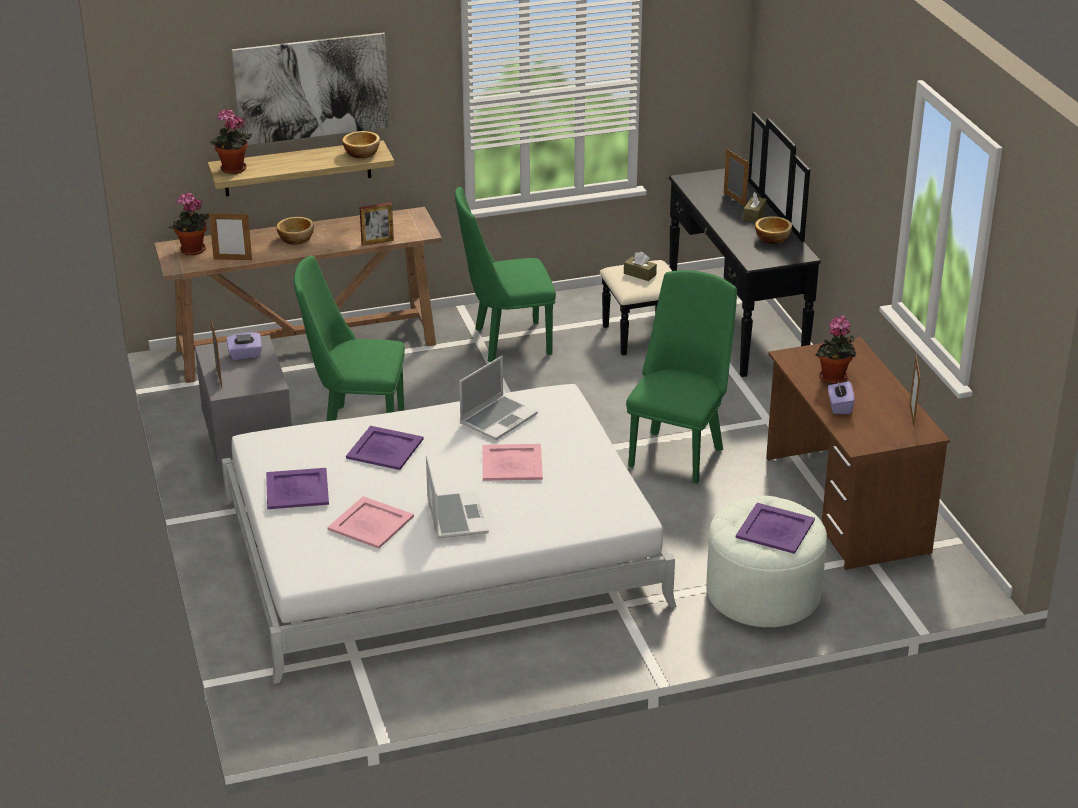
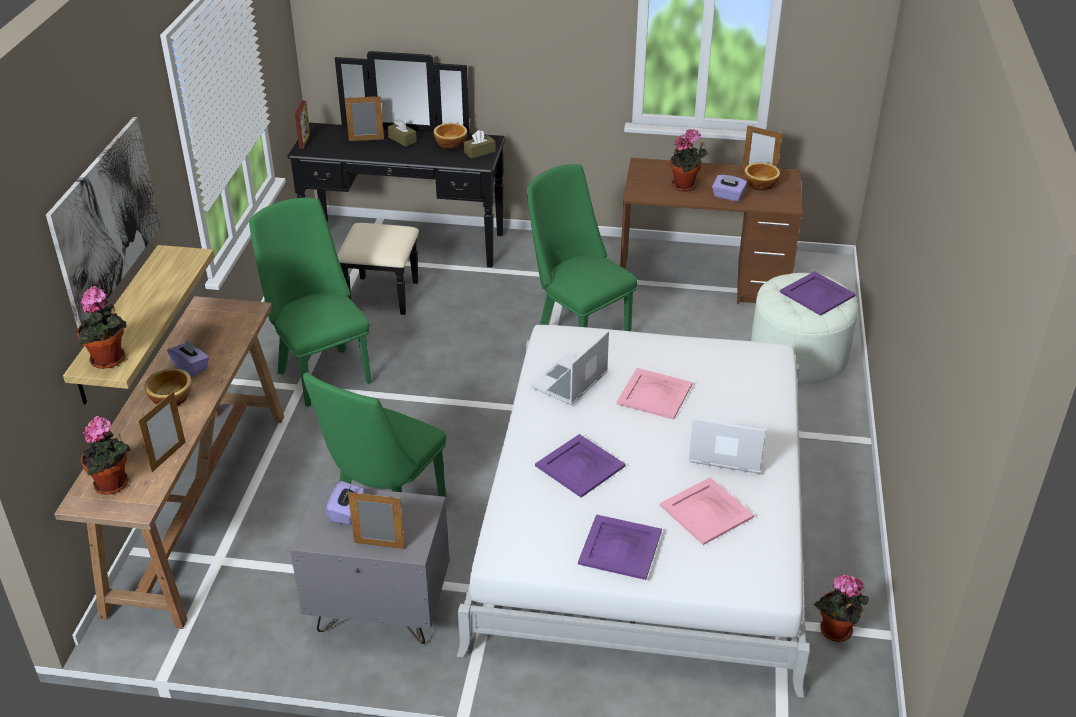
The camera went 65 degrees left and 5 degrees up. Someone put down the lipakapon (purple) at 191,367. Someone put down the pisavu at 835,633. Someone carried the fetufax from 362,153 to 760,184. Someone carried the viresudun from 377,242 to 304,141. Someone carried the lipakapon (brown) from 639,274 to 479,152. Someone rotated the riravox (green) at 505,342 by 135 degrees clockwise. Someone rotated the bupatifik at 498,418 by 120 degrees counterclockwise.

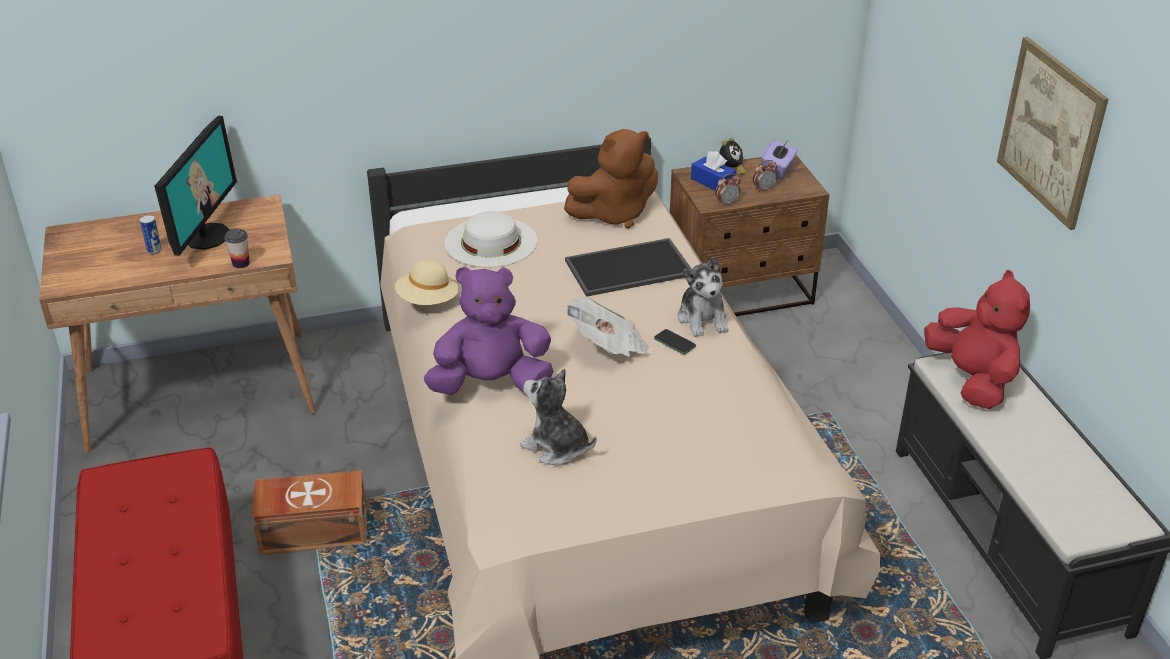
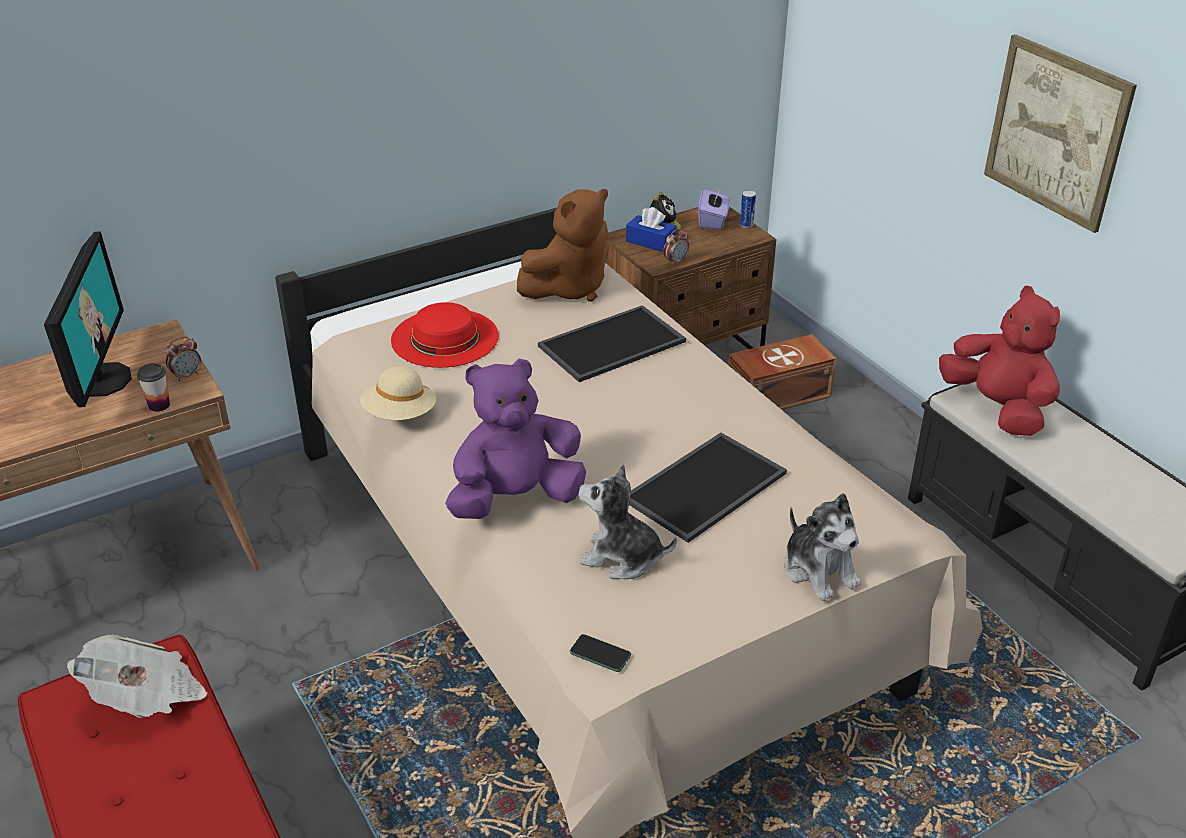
The camera went 15 degrees left and 0 degrees up. Someone put down the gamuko at 706,488. Someone carried the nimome from 154,250 to 746,225. Someone carried the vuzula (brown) from 312,530 to 776,394. Someone carried the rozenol from 608,347 to 146,697. Someone carried the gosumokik from 674,342 to 600,654. Someone carried the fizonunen from 702,319 to 819,571. Someone carried the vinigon from 764,189 to 187,375. Someone repainted the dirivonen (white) at 491,242, which became the dirivonen (red) at 444,338.

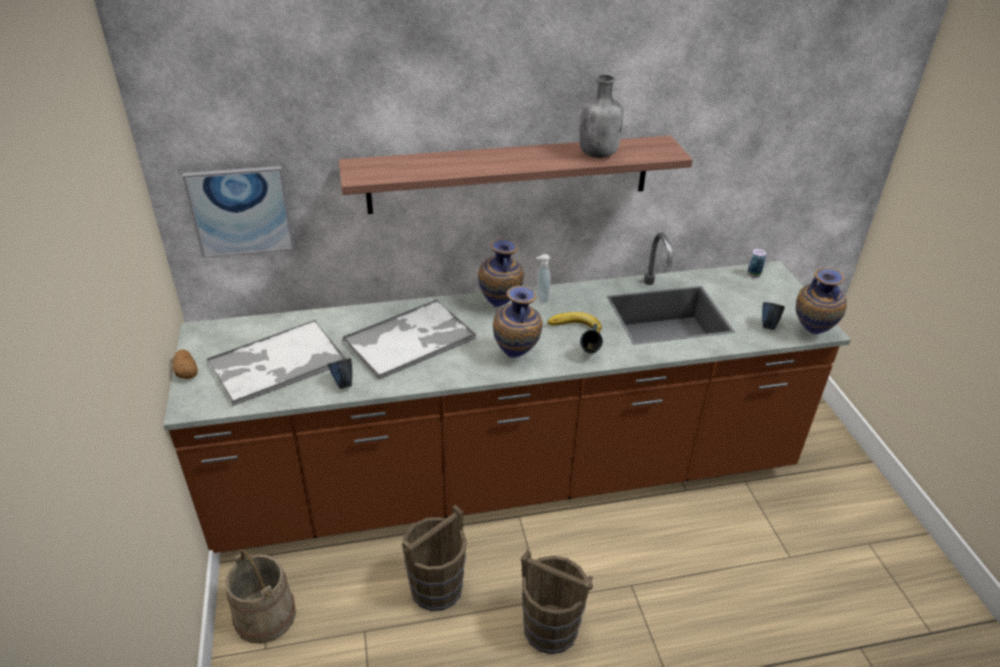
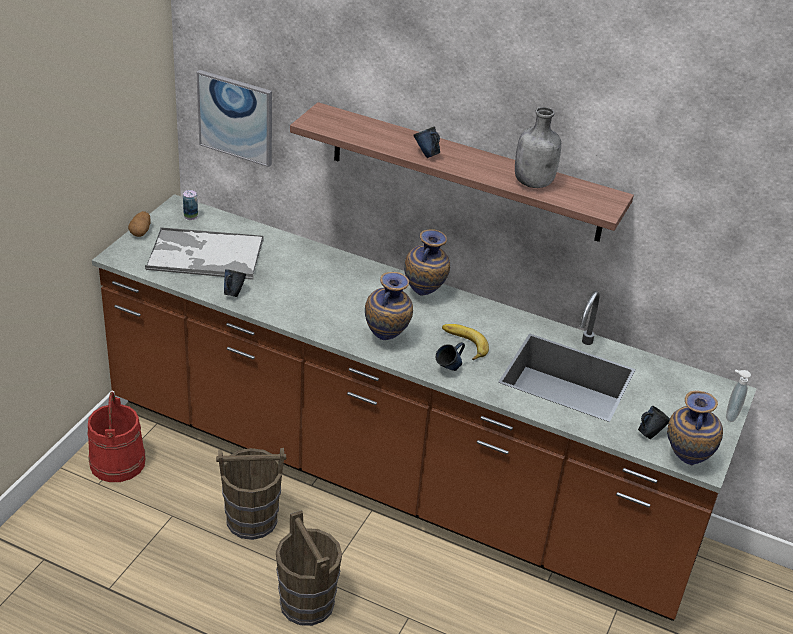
The camera went 35 degrees right and 0 degrees up. Someone took away the gamuko at 411,339. Someone put down the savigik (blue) at 426,155. Someone carried the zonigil from 541,298 to 730,415. Someone carried the nimome from 753,274 to 190,216. Someone repainted the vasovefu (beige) at 265,615, which became the vasovefu (red) at 118,462.

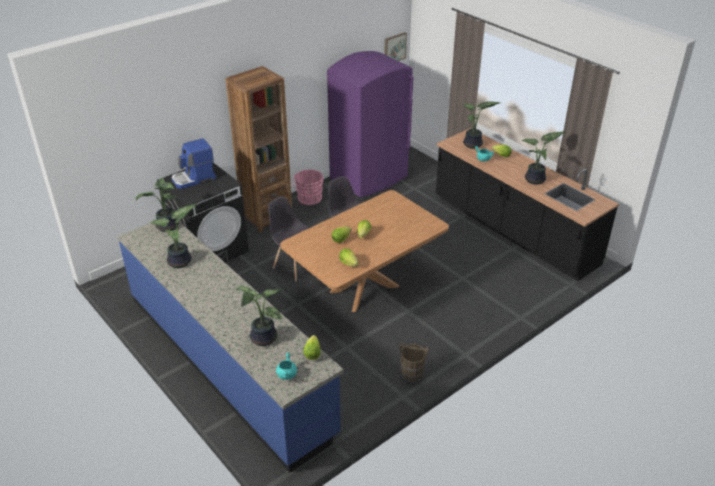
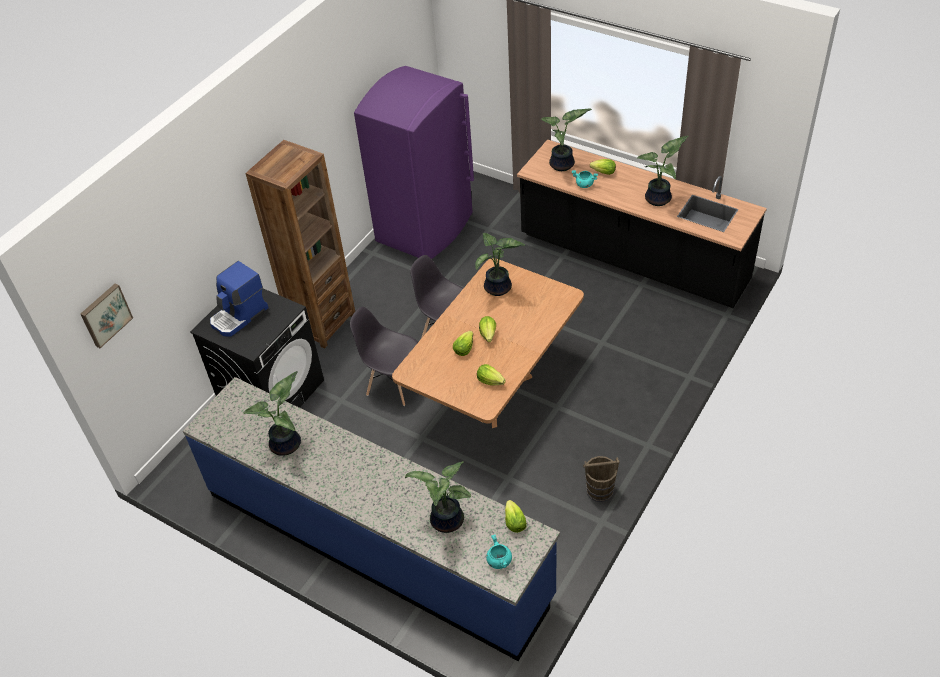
The camera went 15 degrees left and 10 degrees up. Someone took away the vasovefu (pink) at 309,199. Someone carried the pisavu from 167,227 to 498,289. Someone carried the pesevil from 394,48 to 105,315.

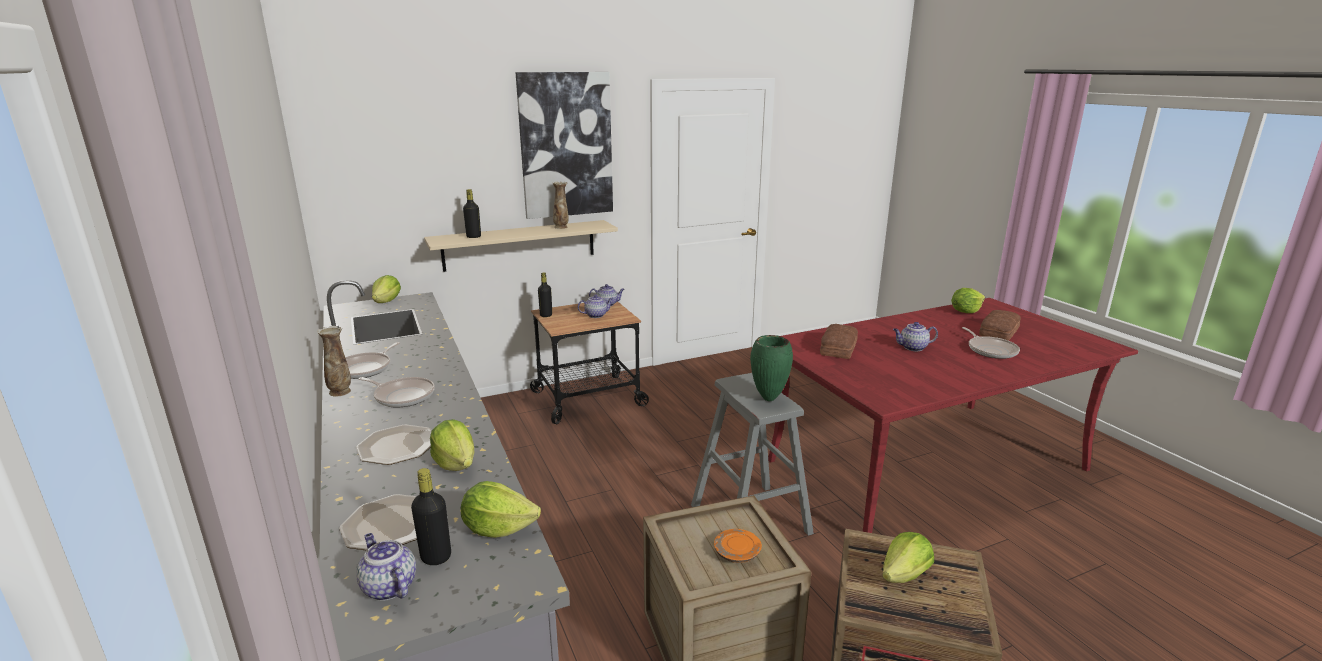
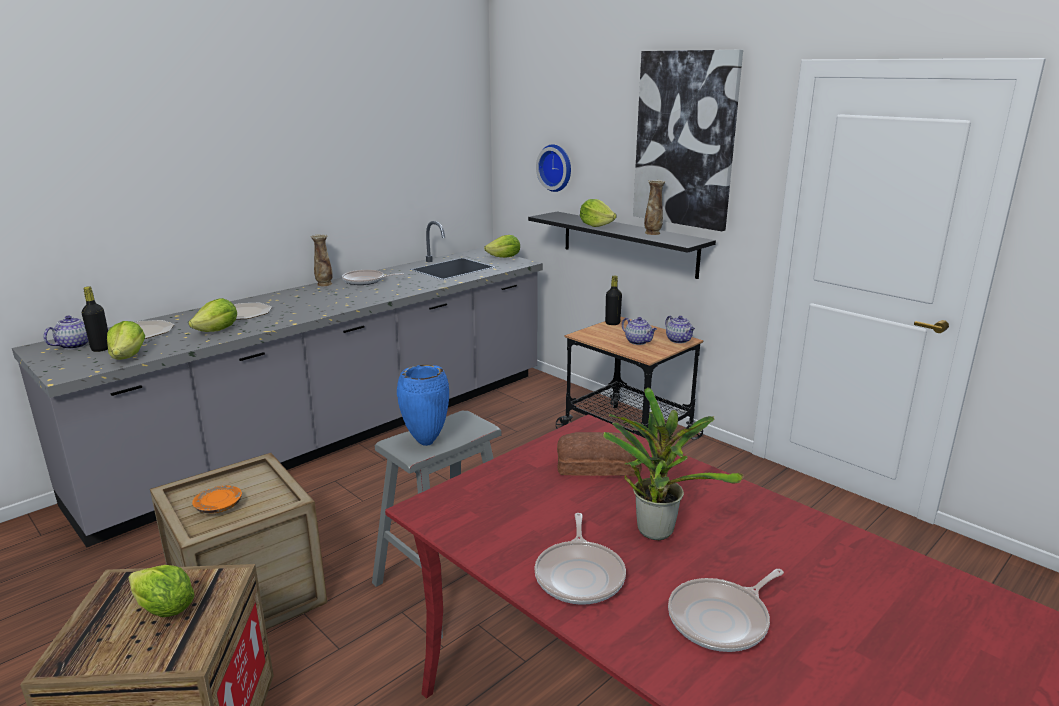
The camera went 70 degrees right and 0 degrees up. Someone took away the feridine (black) at 473,236. Someone took away the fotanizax at 1000,332. Someone put up the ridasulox at 556,167. Someone carried the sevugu from 402,396 to 580,575. Someone carried the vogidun from 965,311 to 596,225. Someone swapped the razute at 912,348 for the pisavu at 655,528. Someone repainted the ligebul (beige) at 520,245, which became the ligebul (black) at 628,243. Someone repainted the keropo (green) at 768,399, which became the keropo (blue) at 425,442.

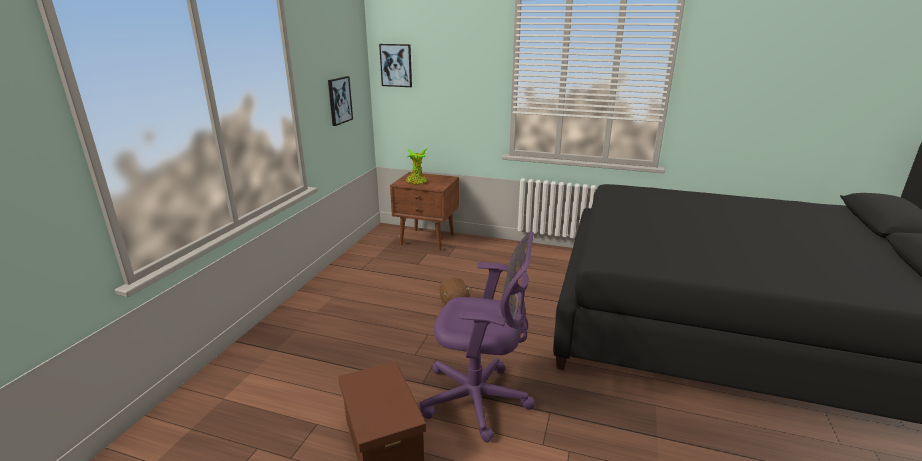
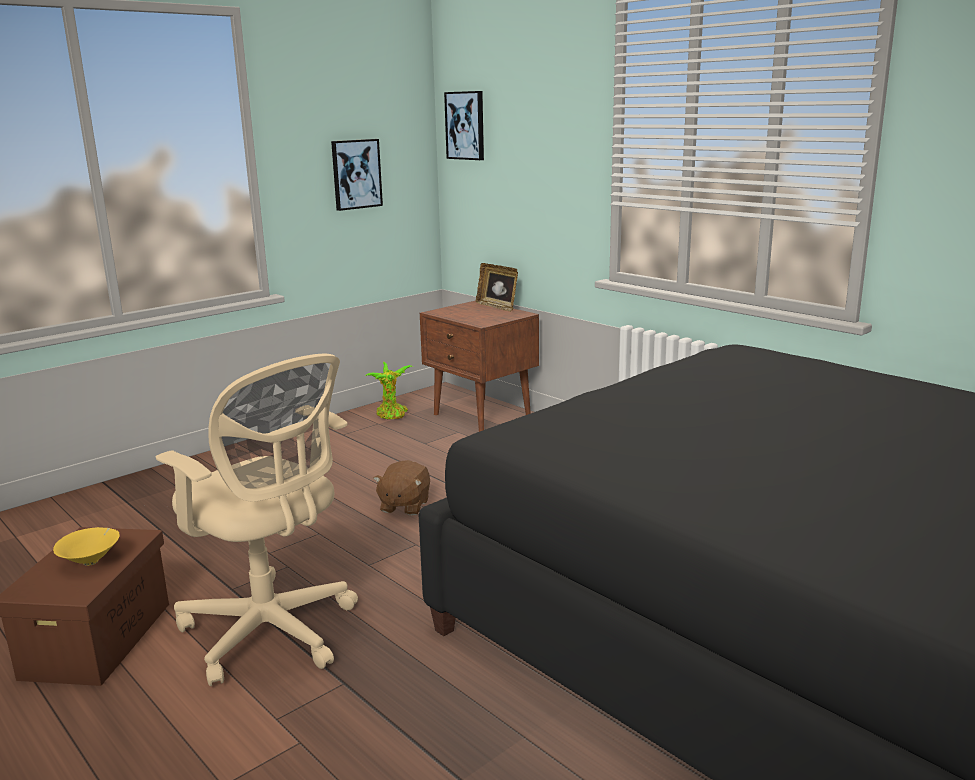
The camera went 30 degrees right and 5 degrees down. Someone put down the fetufax (yellow) at 92,561. Someone put down the viresudun at 497,307. Someone carried the pisavu from 417,182 to 392,415. Someone repainted the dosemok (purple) at 480,400, which became the dosemok (beige) at 273,633.

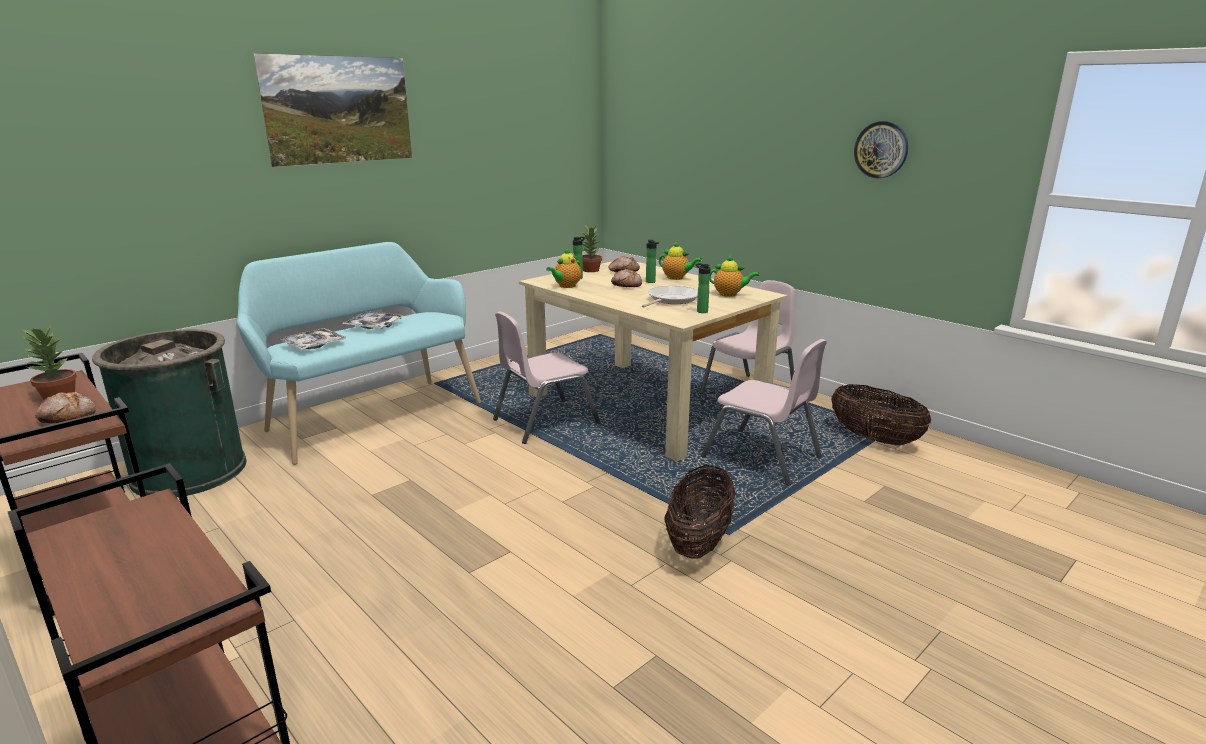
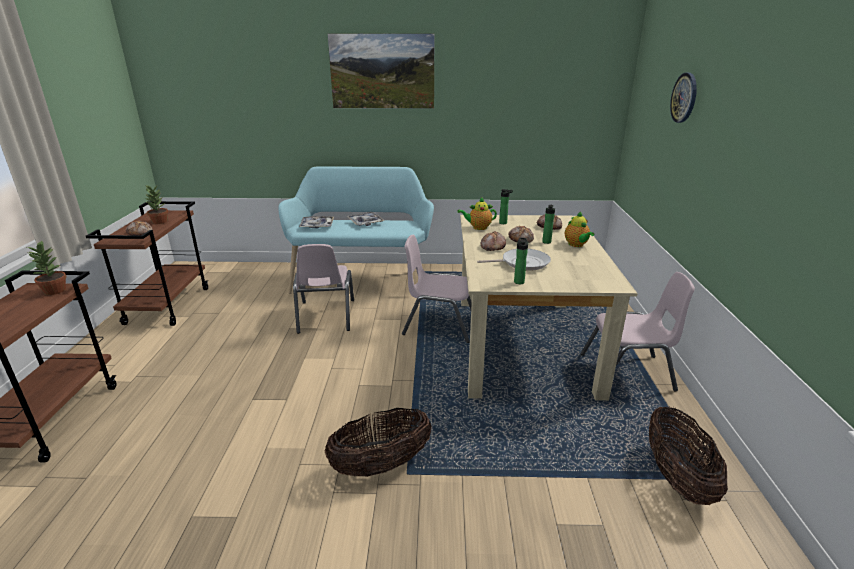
The camera went 45 degrees right and 5 degrees up. Someone took away the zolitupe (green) at 189,471. Someone took away the razute at 730,294. Someone put down the fotanizax at 492,247. Someone carried the pisavu from 591,270 to 54,291. Someone carried the riravox (pink) from 762,458 to 325,316. Someone carried the ridasulox from 881,149 to 684,98.

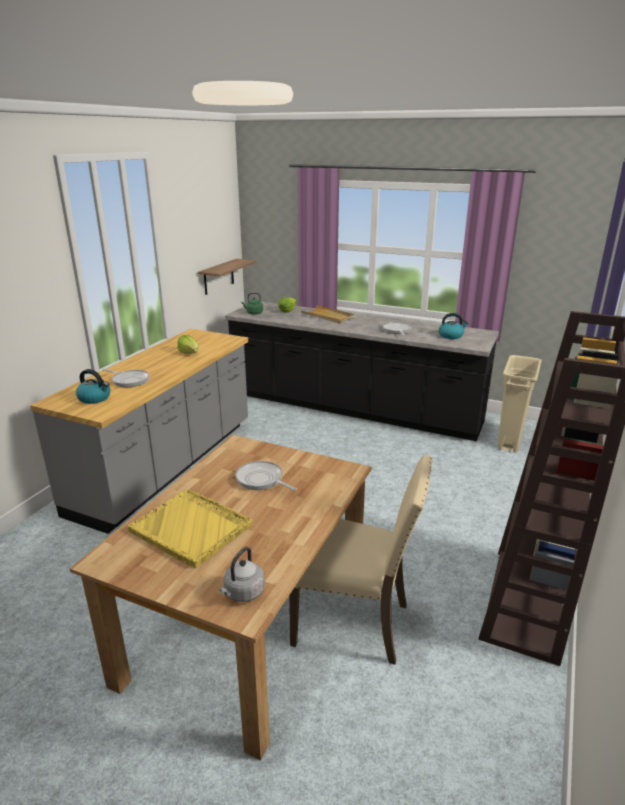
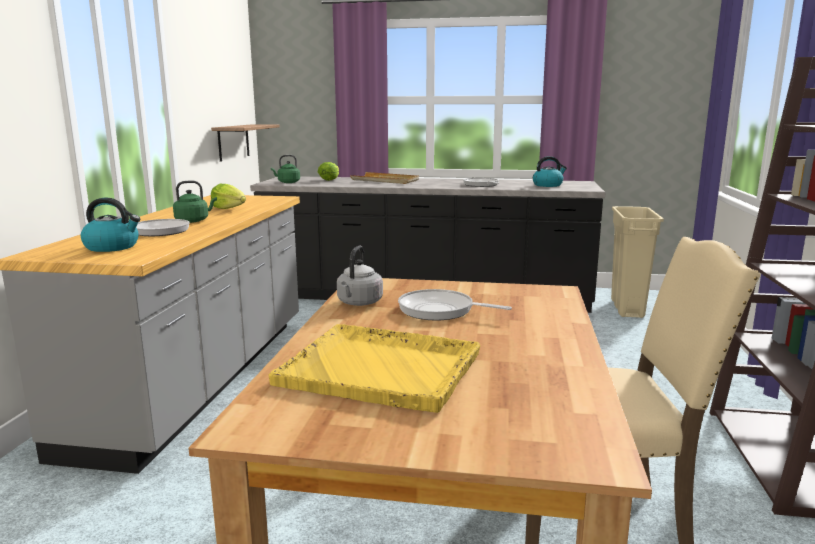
The camera went 15 degrees left and 10 degrees down. Someone put down the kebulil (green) at 194,221. Someone carried the kebulil (grey) from 243,593 to 359,303.

